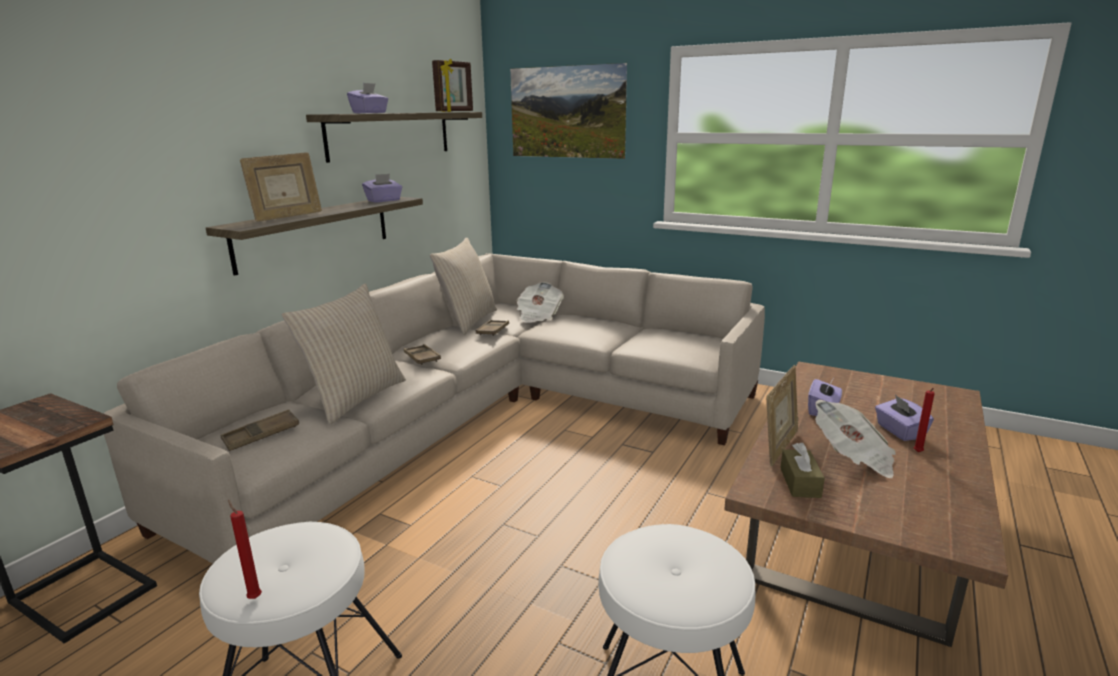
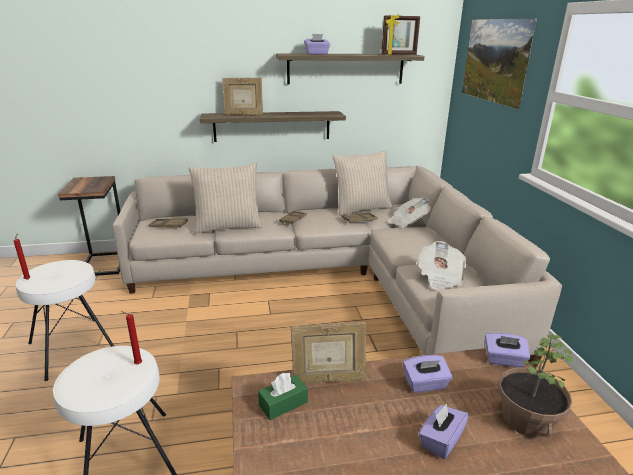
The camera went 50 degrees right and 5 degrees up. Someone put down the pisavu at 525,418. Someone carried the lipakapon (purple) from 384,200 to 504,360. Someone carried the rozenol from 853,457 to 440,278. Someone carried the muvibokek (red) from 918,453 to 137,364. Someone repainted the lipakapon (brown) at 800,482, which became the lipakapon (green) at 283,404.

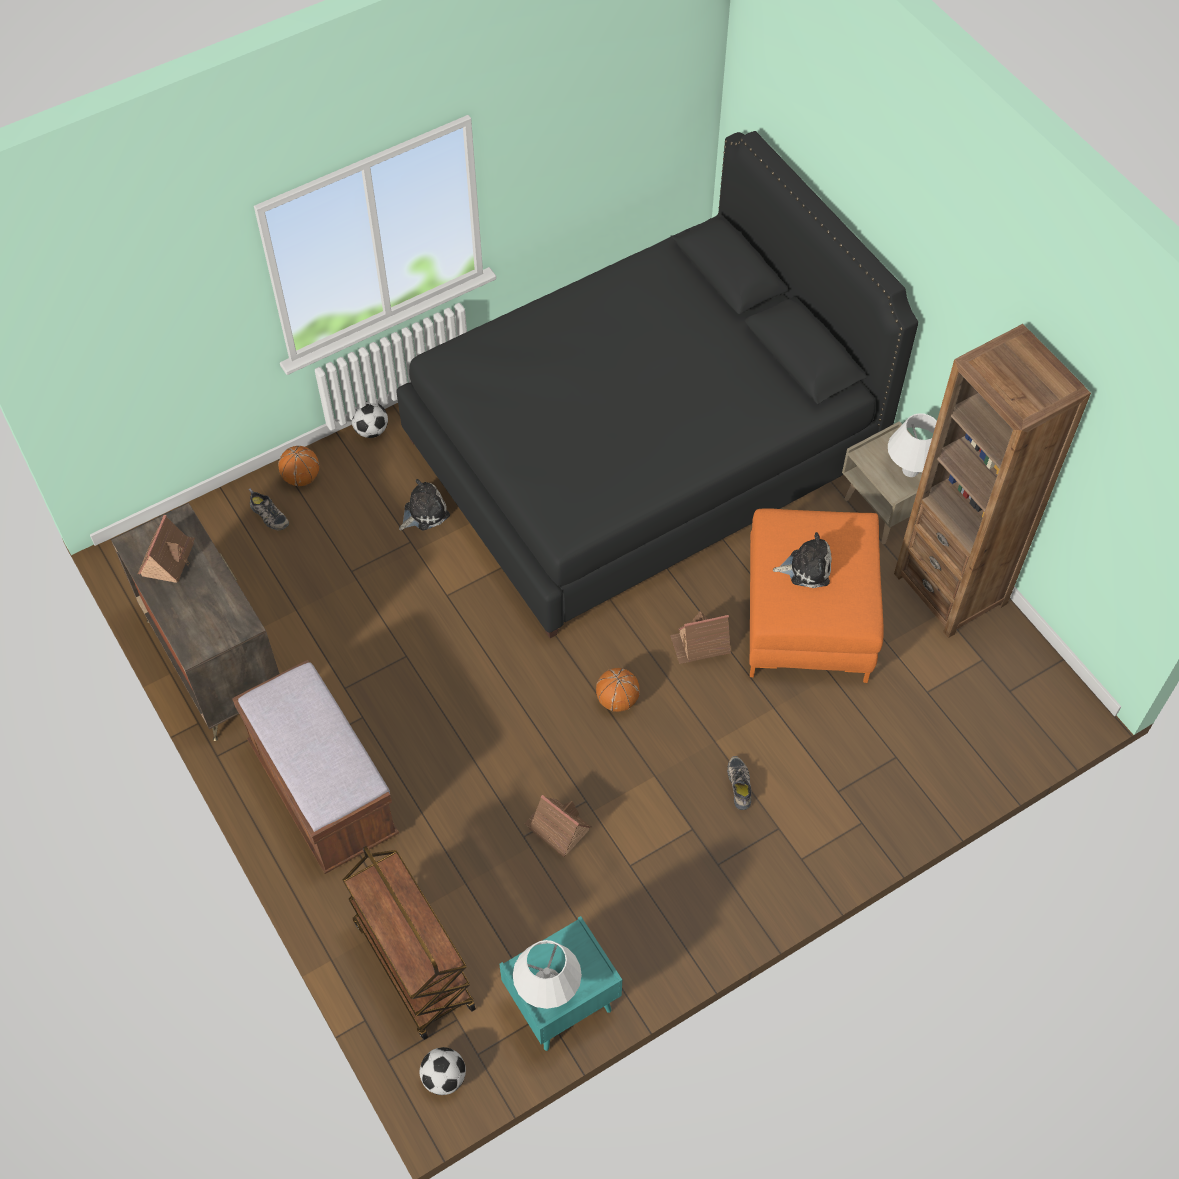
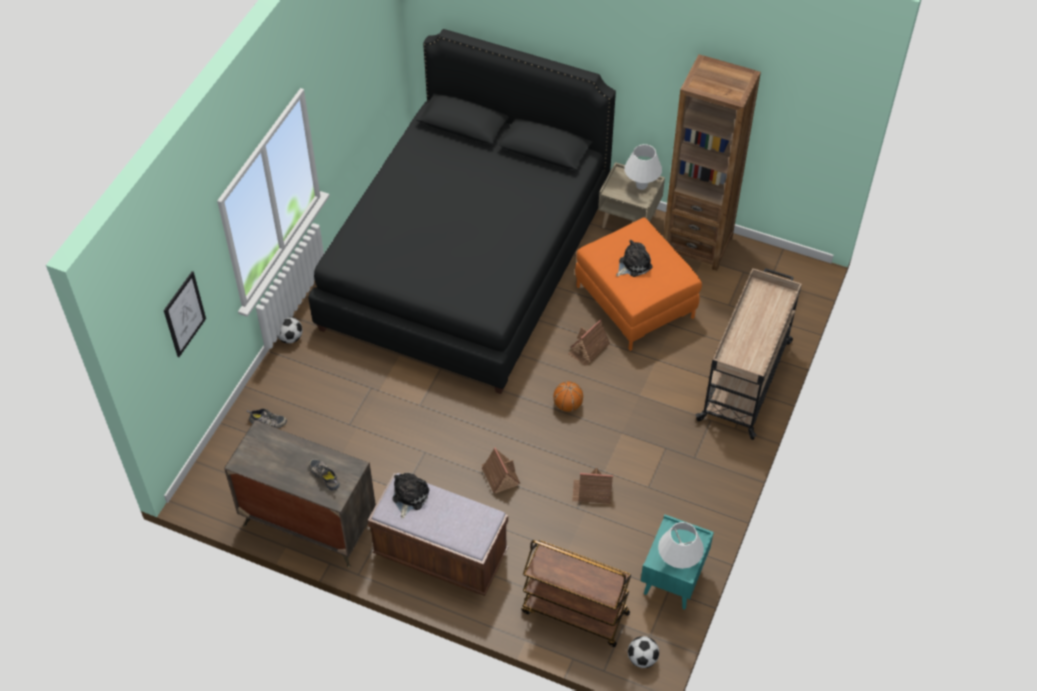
The camera went 35 degrees left and 5 degrees down. Someone took away the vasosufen at 301,478. Someone put up the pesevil at 184,314. Someone put down the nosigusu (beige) at 746,379. Someone carried the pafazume from 168,558 to 500,476. Someone carried the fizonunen from 424,512 to 409,497. Someone carried the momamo from 740,785 to 325,475.

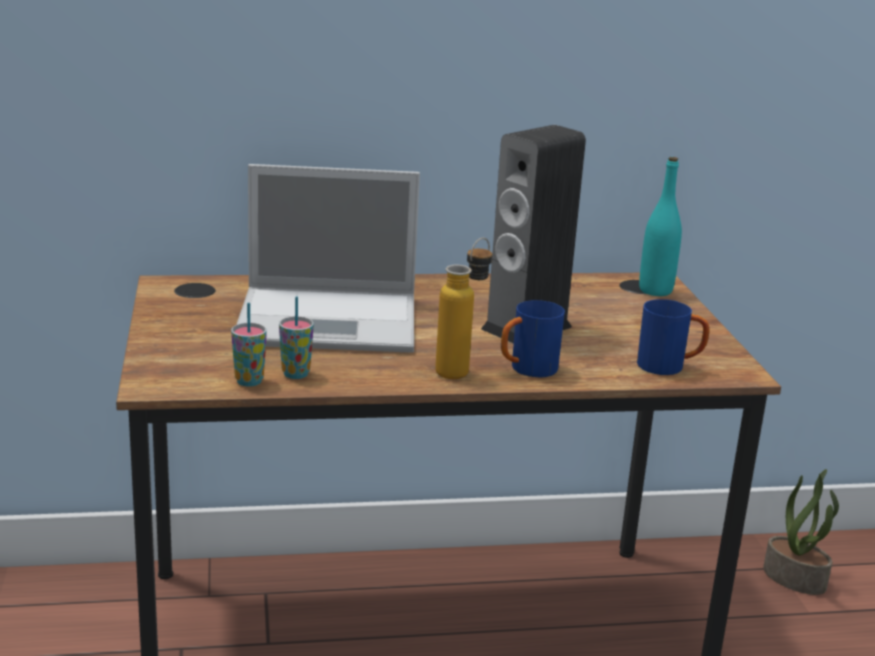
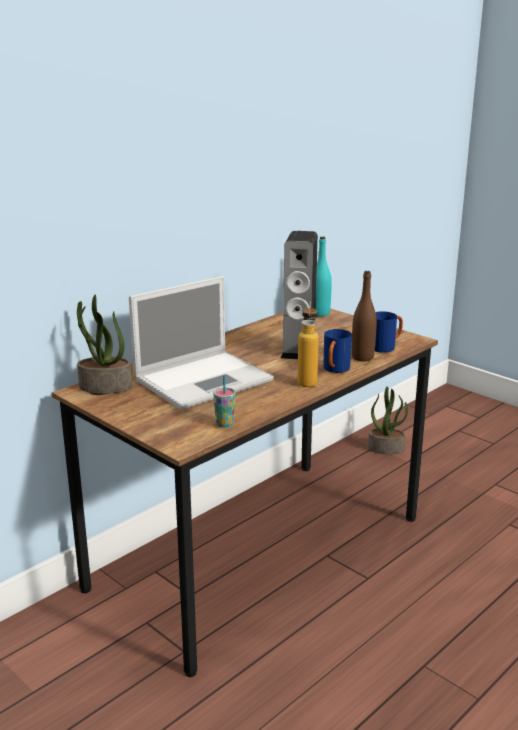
The camera went 35 degrees left and 0 degrees up. Someone took away the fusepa at 295,374. Someone put down the pisavu at 105,387. Someone put down the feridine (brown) at 362,357.

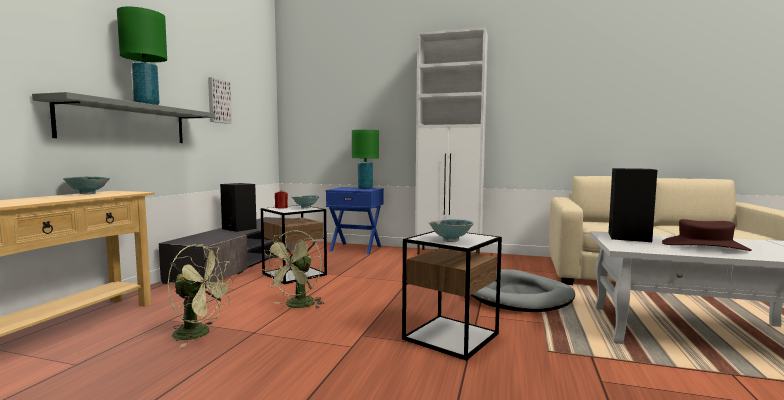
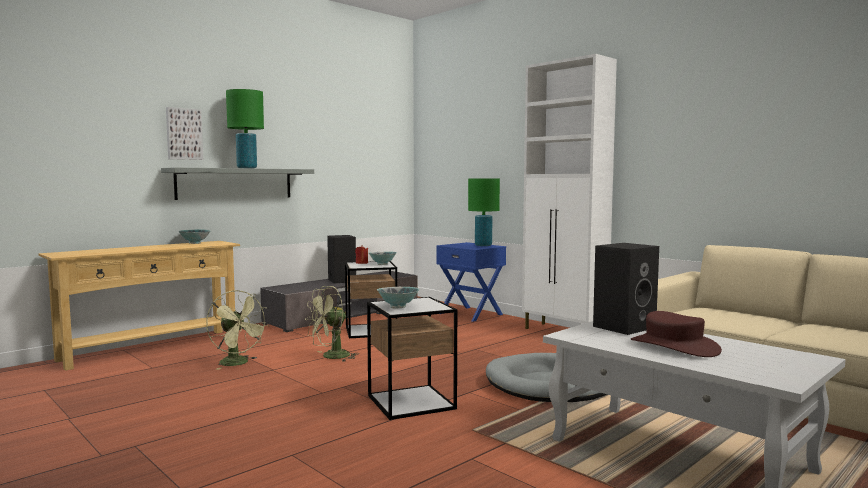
The camera went 30 degrees right and 0 degrees up. Someone carried the pesevil from 218,101 to 183,134.

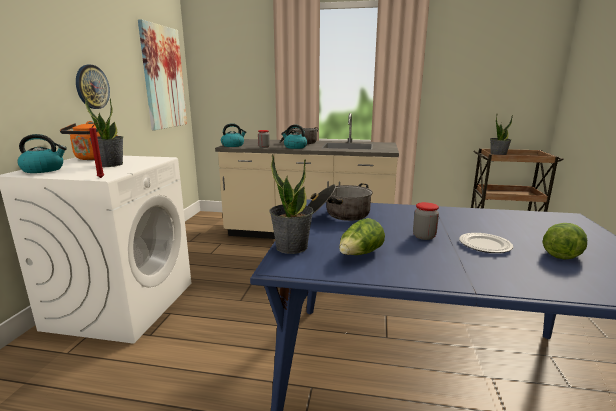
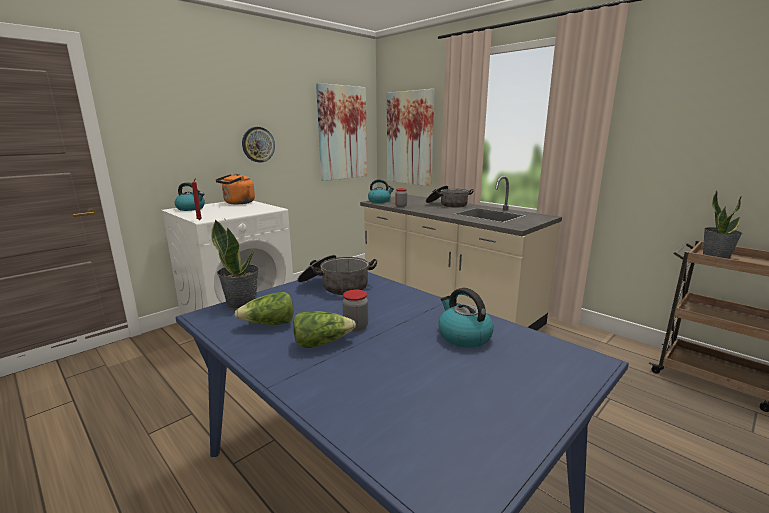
The camera went 35 degrees right and 0 degrees up. Someone took away the pisavu at 110,164. Someone took away the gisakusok at 485,245. Someone put up the pesevil at 410,138. Someone carried the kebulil from 295,147 to 463,336. Someone carried the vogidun from 561,252 to 322,343.

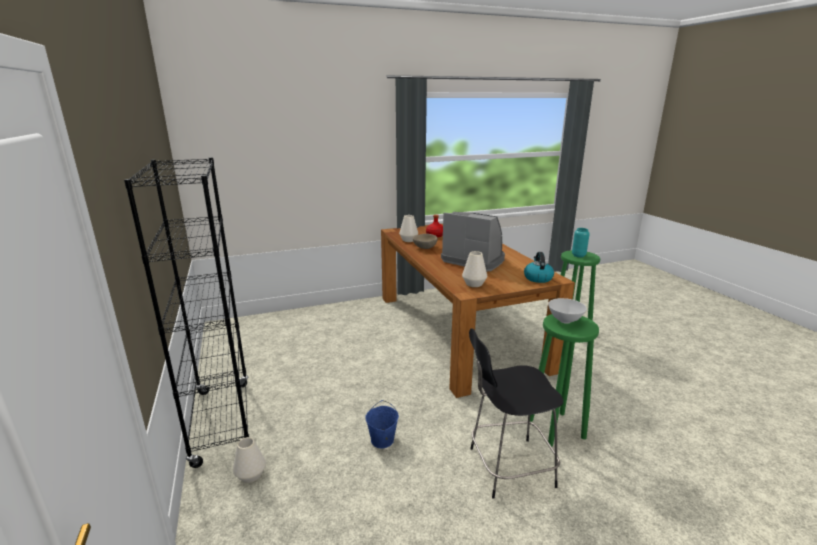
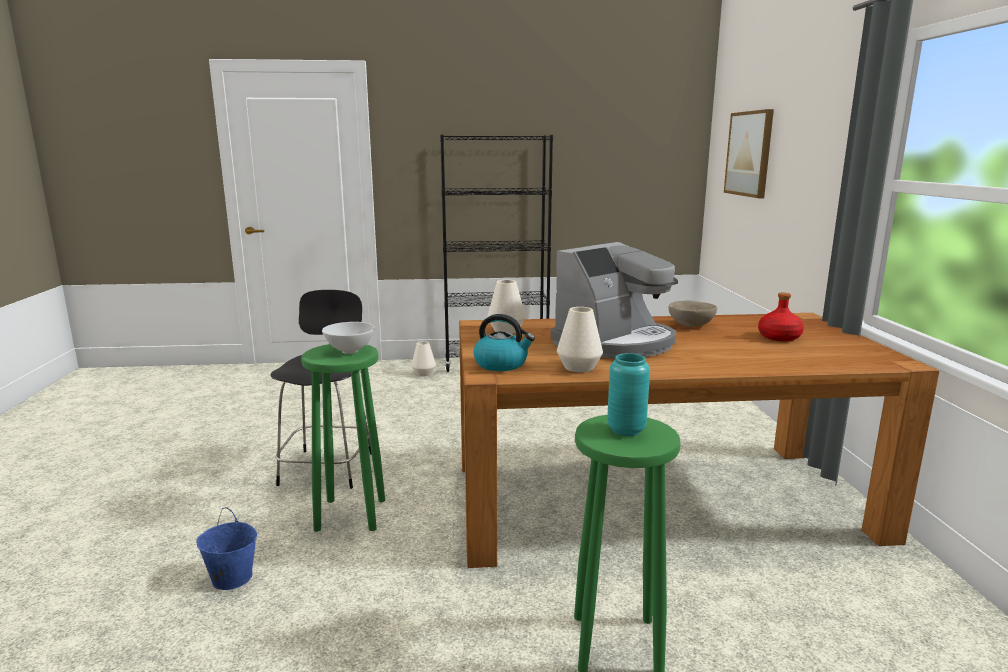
The camera went 105 degrees right and 5 degrees down. Someone put up the pesevil at 749,154. Someone carried the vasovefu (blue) from 382,440 to 231,578. Someone carried the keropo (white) from 408,240 to 579,367.

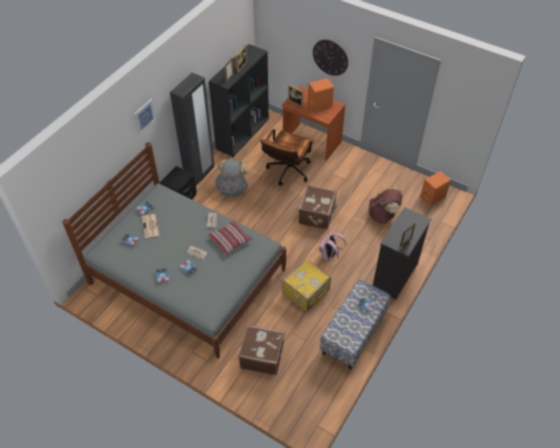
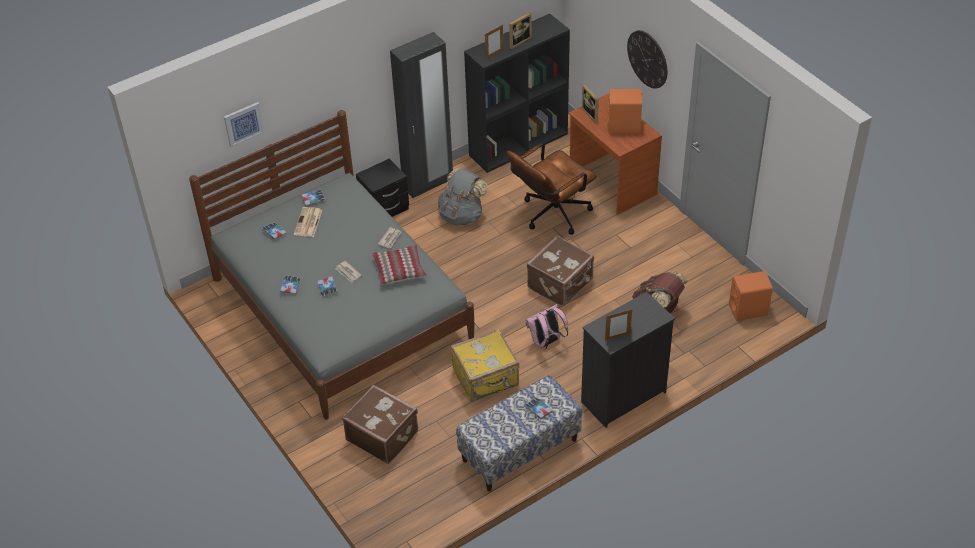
The camera went 25 degrees right and 5 degrees down. Someone carried the pesevil from 144,116 to 243,124.

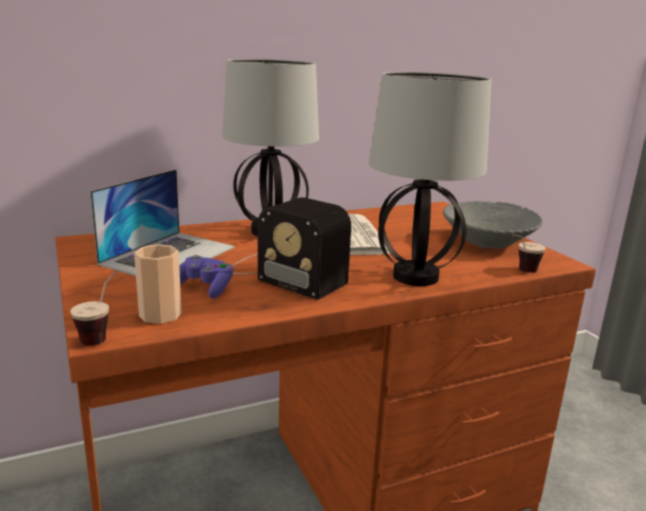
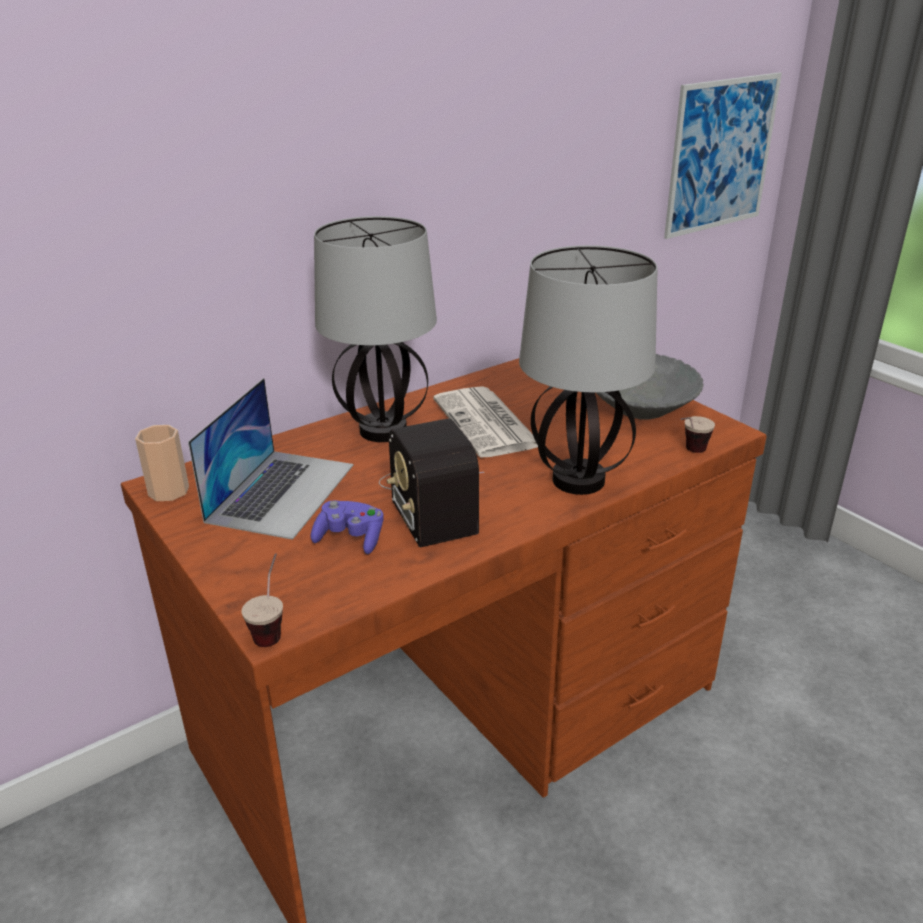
The camera went 10 degrees left and 10 degrees up. Someone put up the pesevil at 721,155. Someone carried the fusepa from 160,315 to 168,491. Someone rotated the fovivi at 284,273 by 45 degrees clockwise.

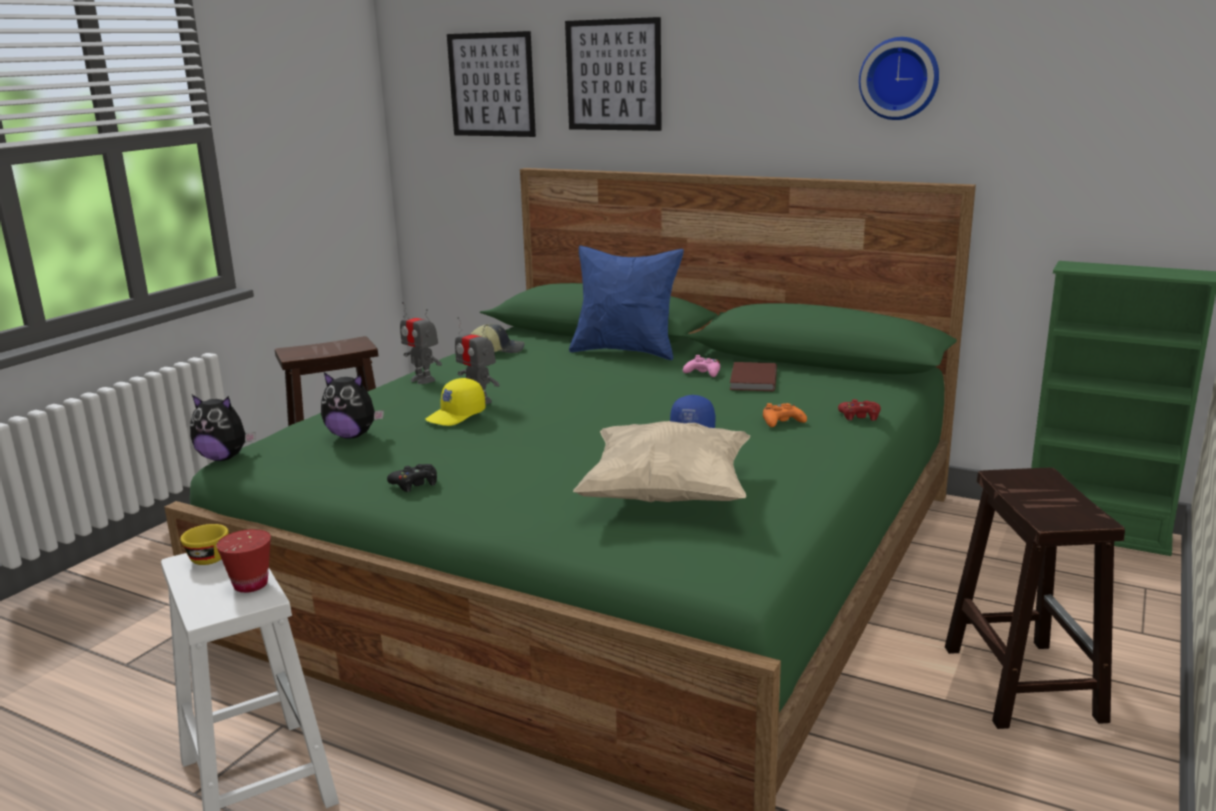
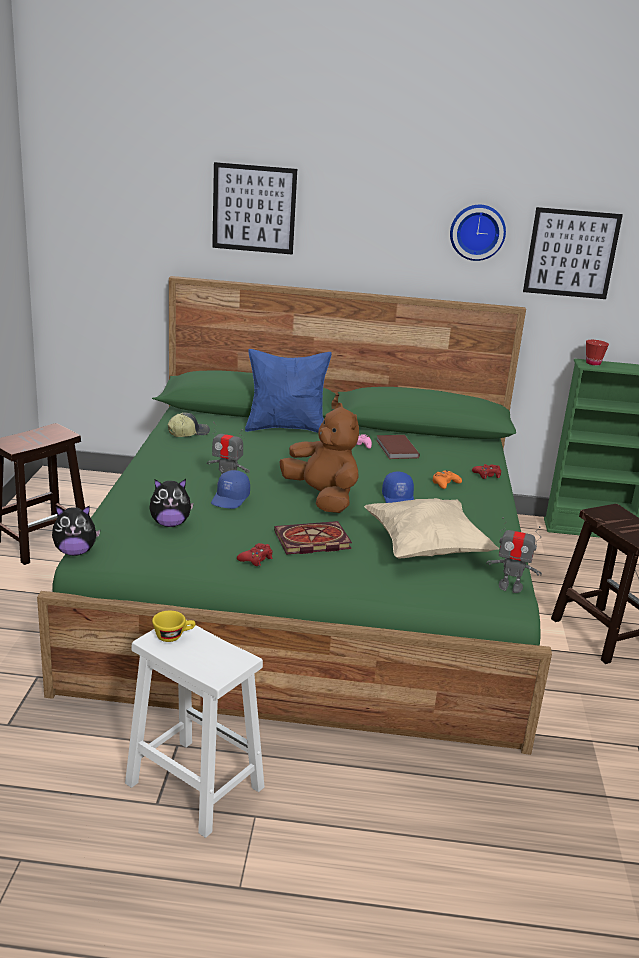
The camera went 25 degrees left and 5 degrees up. Someone put down the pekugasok at 311,541. Someone put down the fizonunen (brown) at 322,498. Someone carried the fusepa (red) from 250,585 to 593,363. Someone carried the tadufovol from 423,380 to 510,586. Someone carried the pesevil from 491,85 to 571,253. Someone repainted the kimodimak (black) at 415,484, which became the kimodimak (red) at 256,559. Someone repainted the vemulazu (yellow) at 456,416, which became the vemulazu (blue) at 231,499.

